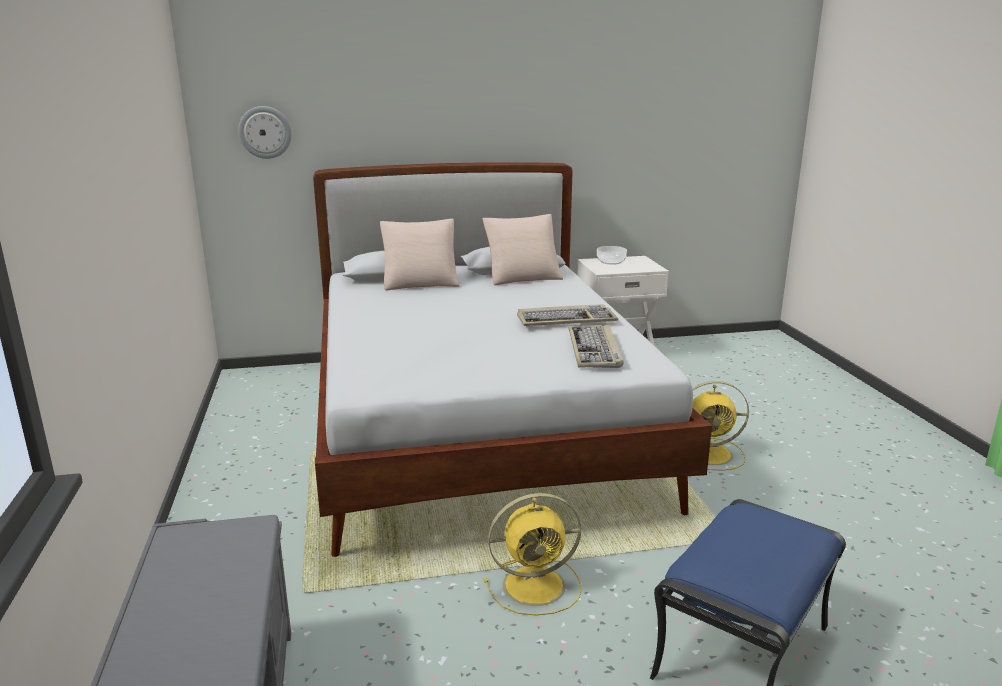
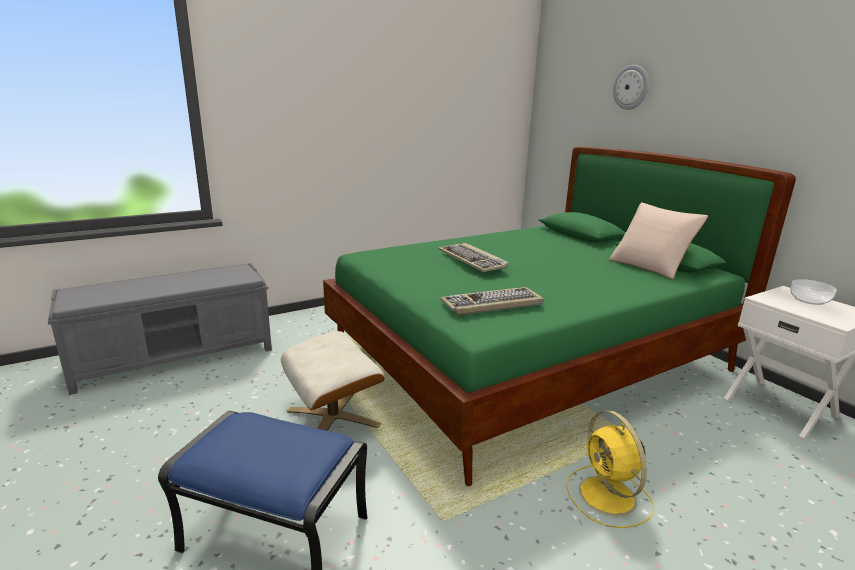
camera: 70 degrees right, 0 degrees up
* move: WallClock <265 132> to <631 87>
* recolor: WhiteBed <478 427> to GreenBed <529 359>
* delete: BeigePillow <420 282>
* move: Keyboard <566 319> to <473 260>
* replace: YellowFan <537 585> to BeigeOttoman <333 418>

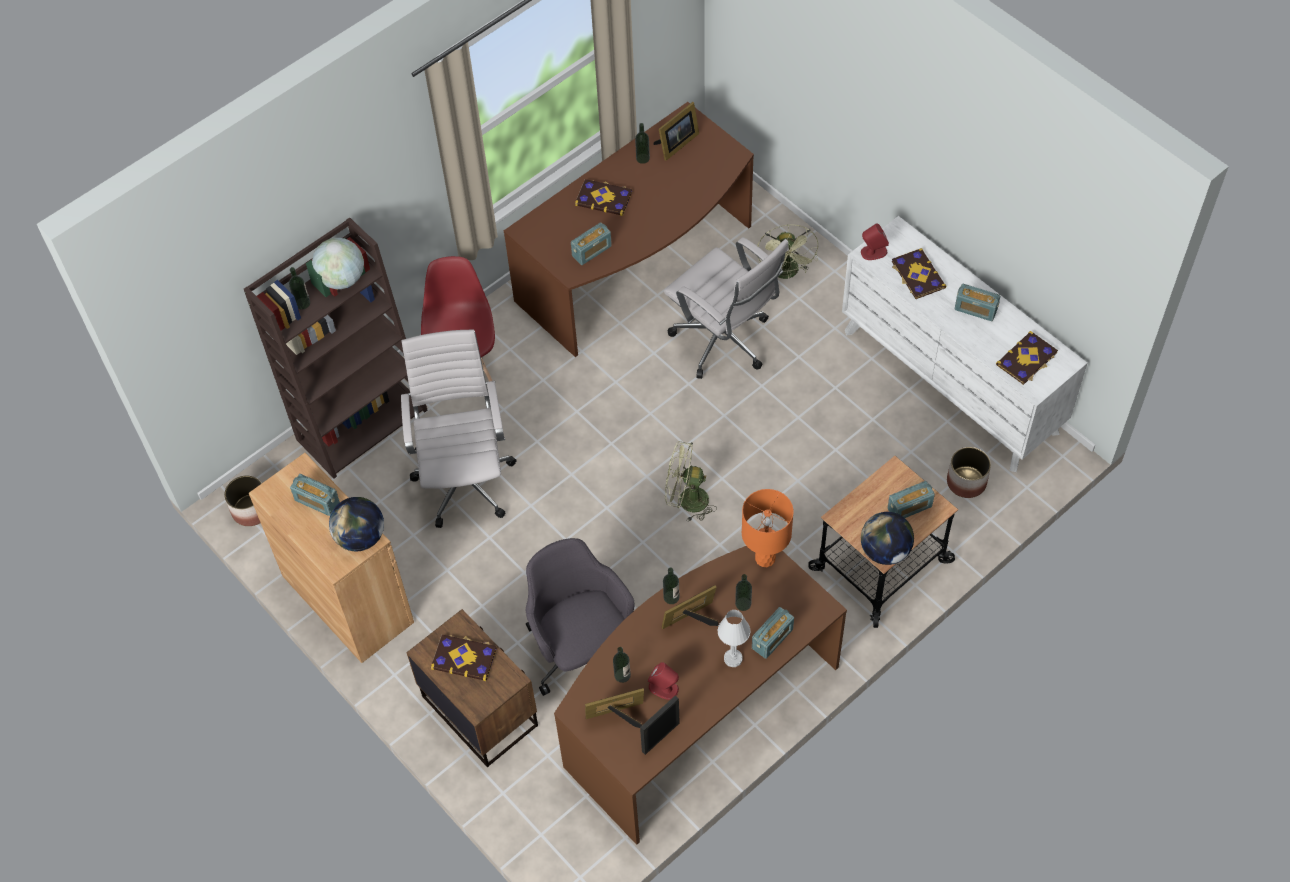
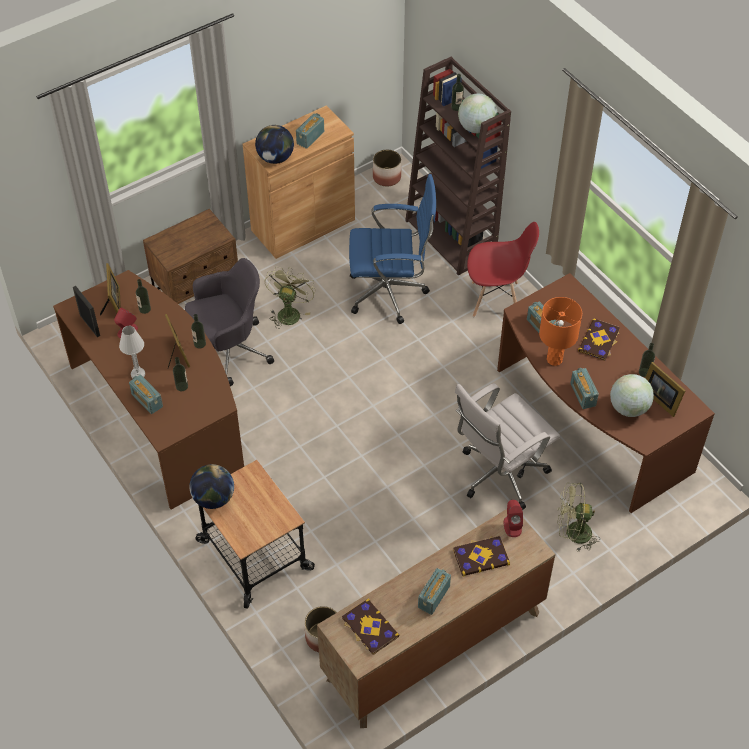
camera: 95 degrees right, 5 degrees down
* recolor: WhiteDresser <951 381> to BrownDresser <433 646>
* recolor: WhiteOfficeChair <464 479> to BlueOfficeChair <391 293>
* move: GreenFan <686 500> to <289 312>
* move: Radio <909 507> to <582 394>
* move: OrangeTableLamp <765 558> to <554 359>
* delete: Book <464 658>
* insert: Globe <628 408>

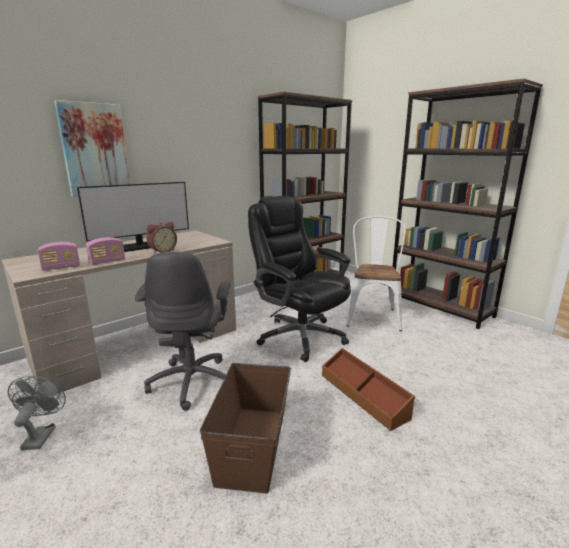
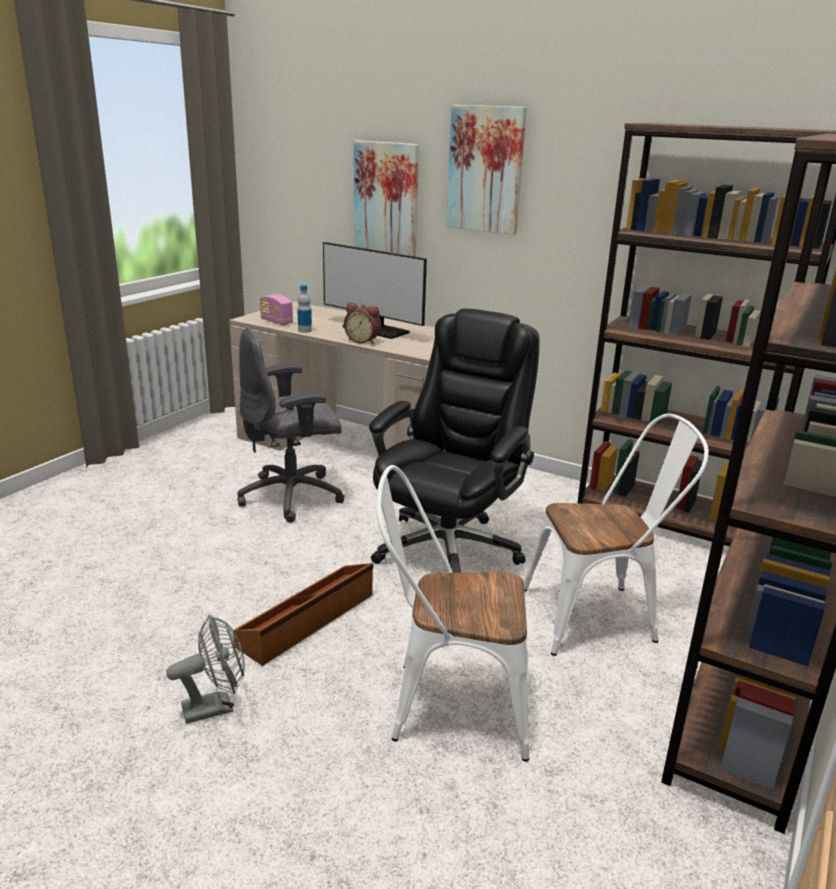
camera: 70 degrees right, 5 degrees up
* replace: Radio <107 262> to Bottle <305 330>
* delete: BrownStorageBox <251 445>
* move: GreyFan <41 434> to <216 707>
* insert: Picture <486 169>
* insert: WhiteChair <447 704>

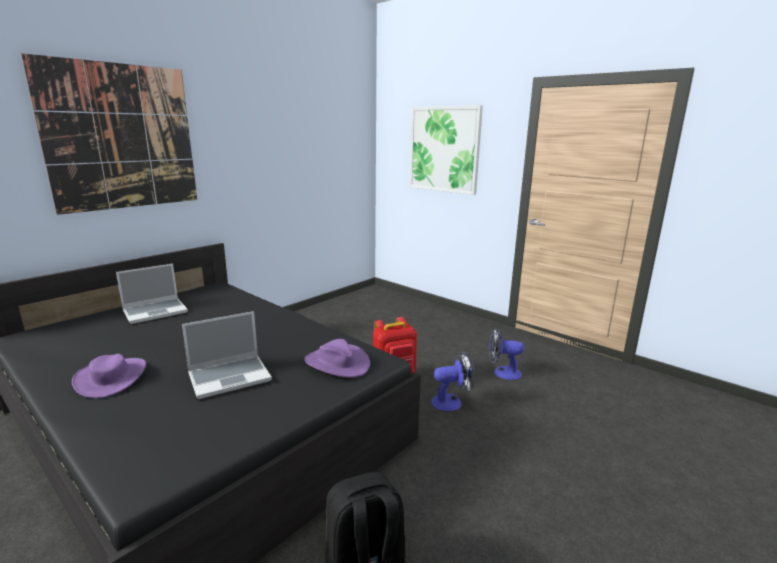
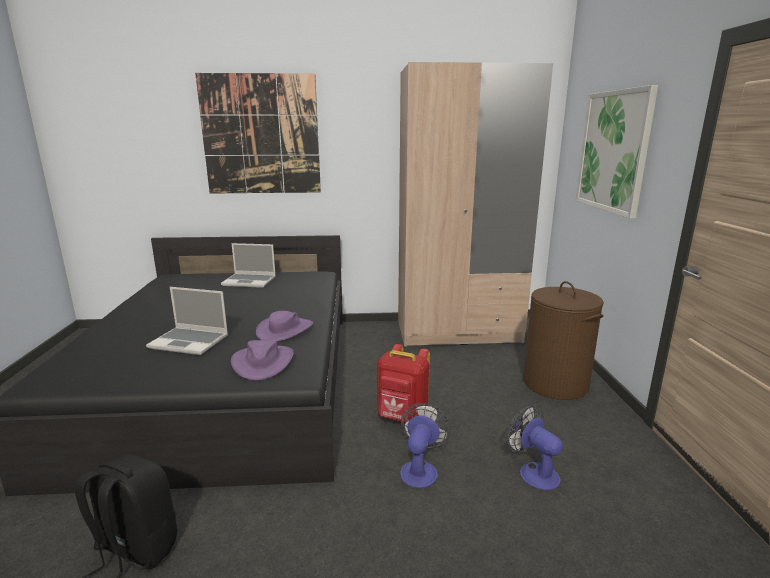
camera: 45 degrees right, 0 degrees up
* rotate: Fan <452 402> = <420 469> 105 degrees counterclockwise
* move: PurpleHat <112 378> to <285 330>
* insert: BeigeWardrobe <458 332>
* insert: BrownLaundryBasket <555 383>

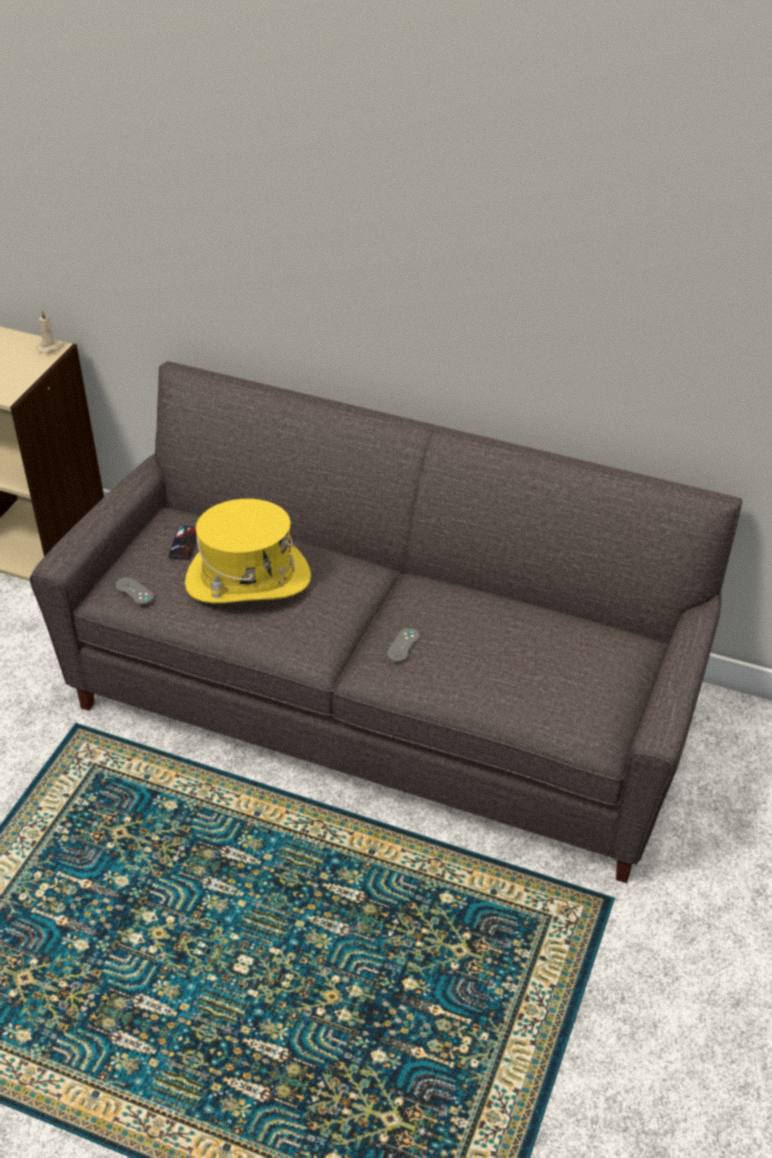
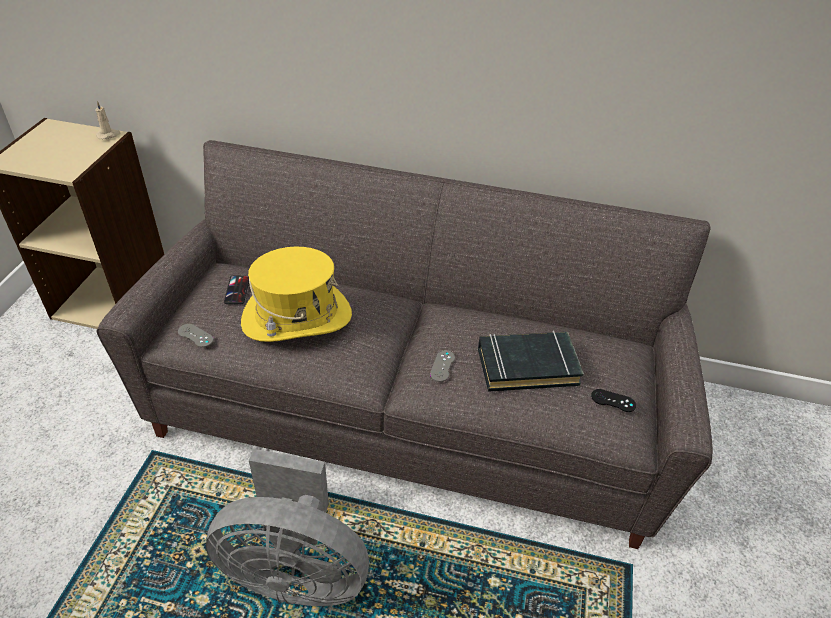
camera: 10 degrees left, 0 degrees up
* insert: BlackBook <527 365>
* insert: BlackGameController <613 400>
* insert: GreyFan <295 571>

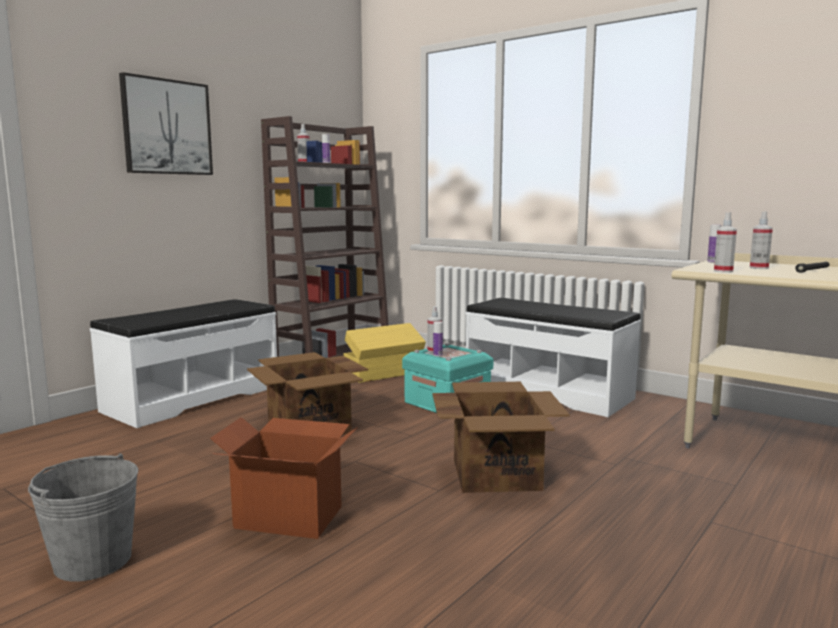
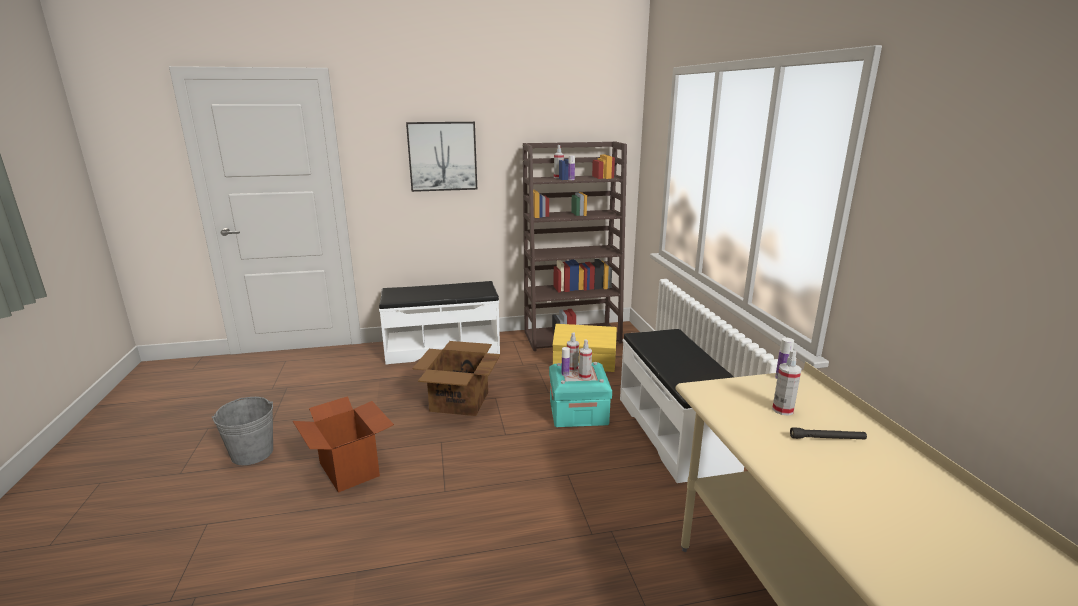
camera: 40 degrees right, 10 degrees up
* move: SprayBottle <723 271> to <584 376>
* delete: CardboardBox <496 474>

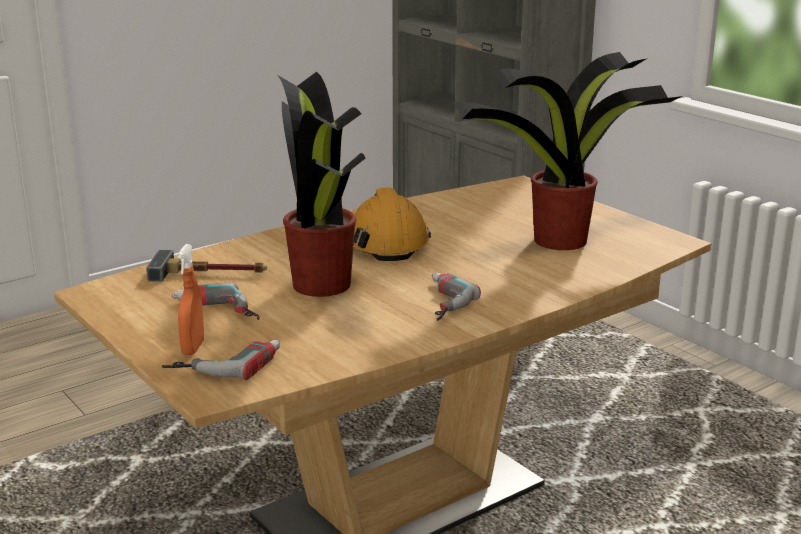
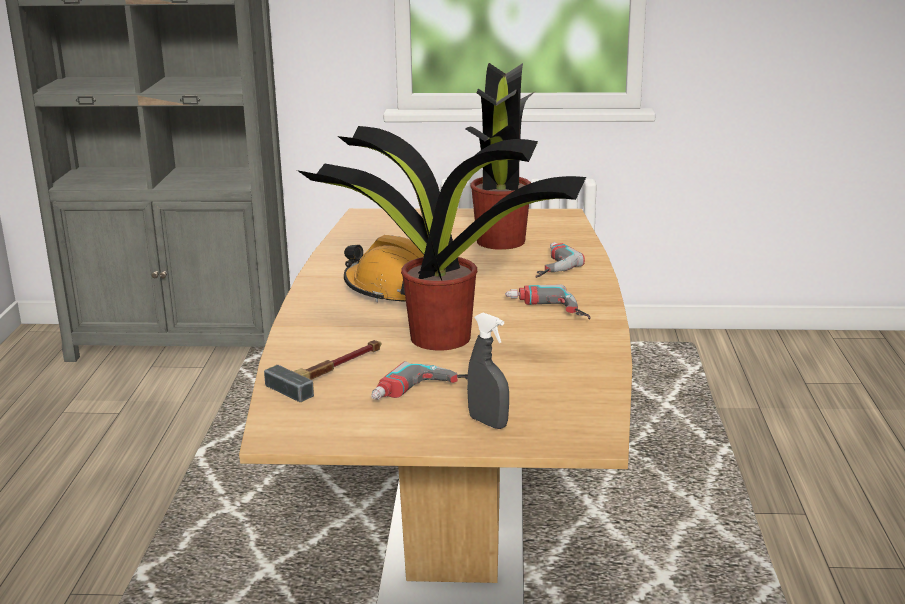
camera: 50 degrees left, 0 degrees up
* recolor: OrangeSprayBottle <193 348> to GreySprayBottle <488 422>
* move: PowerDrill <225 362> to <546 266>

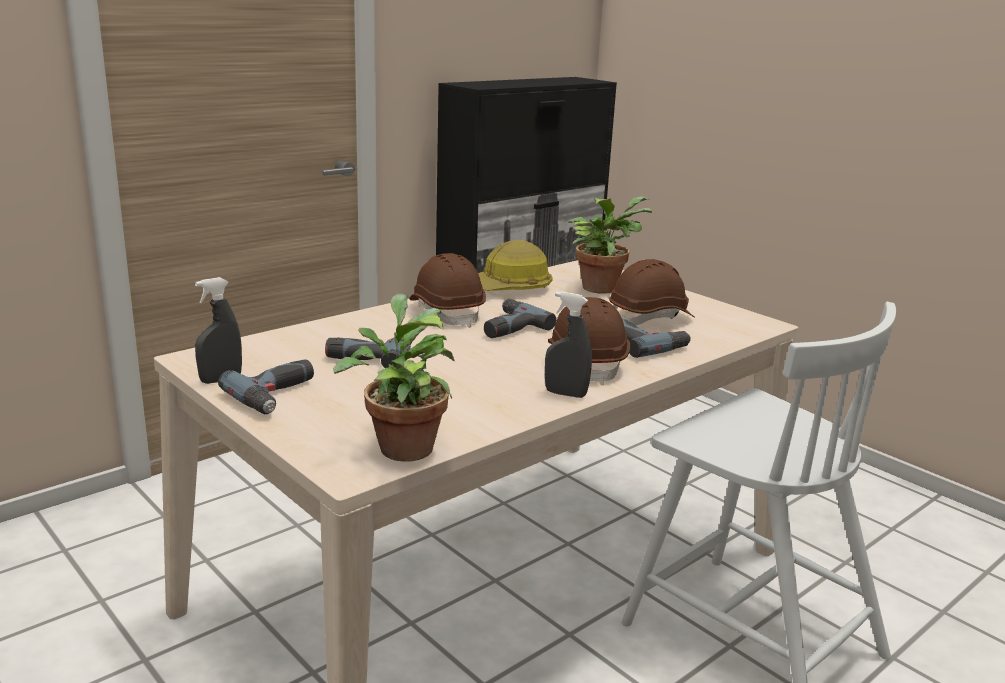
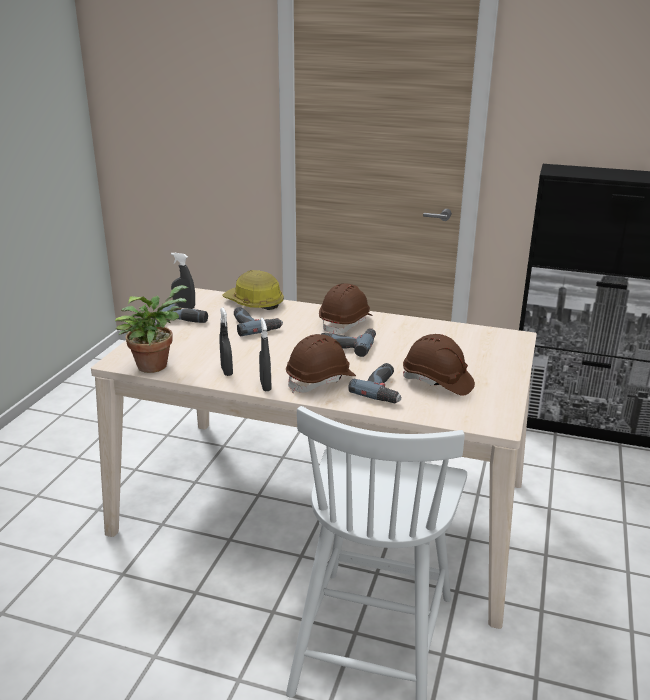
camera: 60 degrees right, 5 degrees up
* delete: PottedPlant <601 287>
* move: HardHat <510 288> to <254 303>
* insert: GreySprayBottle <226 371>

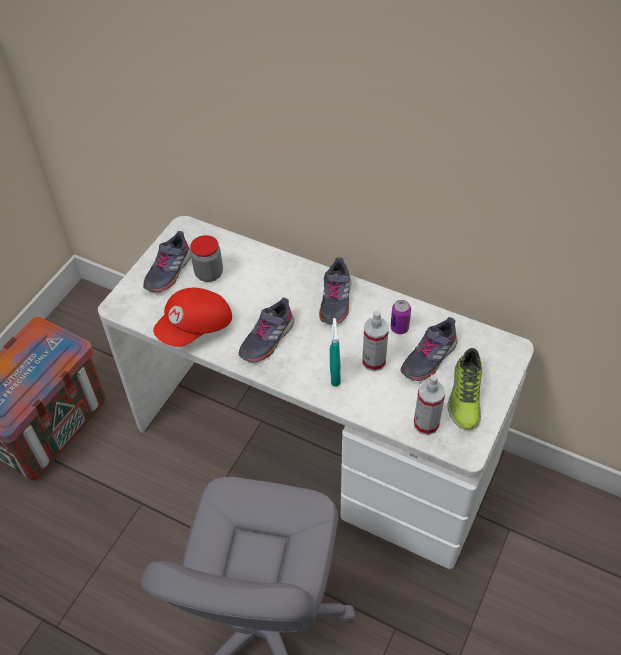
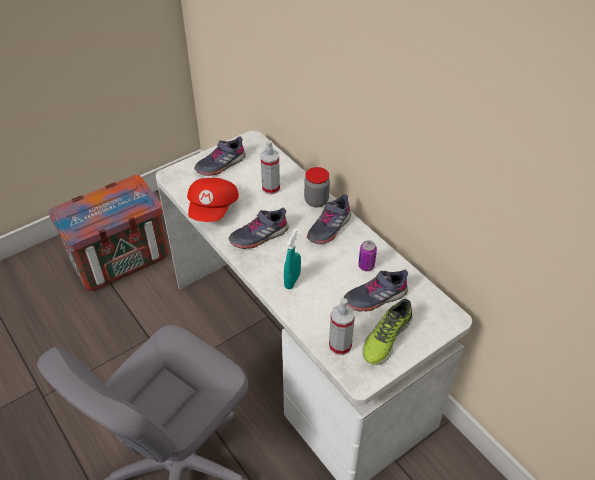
camera: 25 degrees right, 5 degrees down
* move: Jar <209 273> to <316 201>
* rotate: RedCap <196 328> = <213 209> 60 degrees counterclockwise
* move: SprayBottle <373 361> to <271 188>

